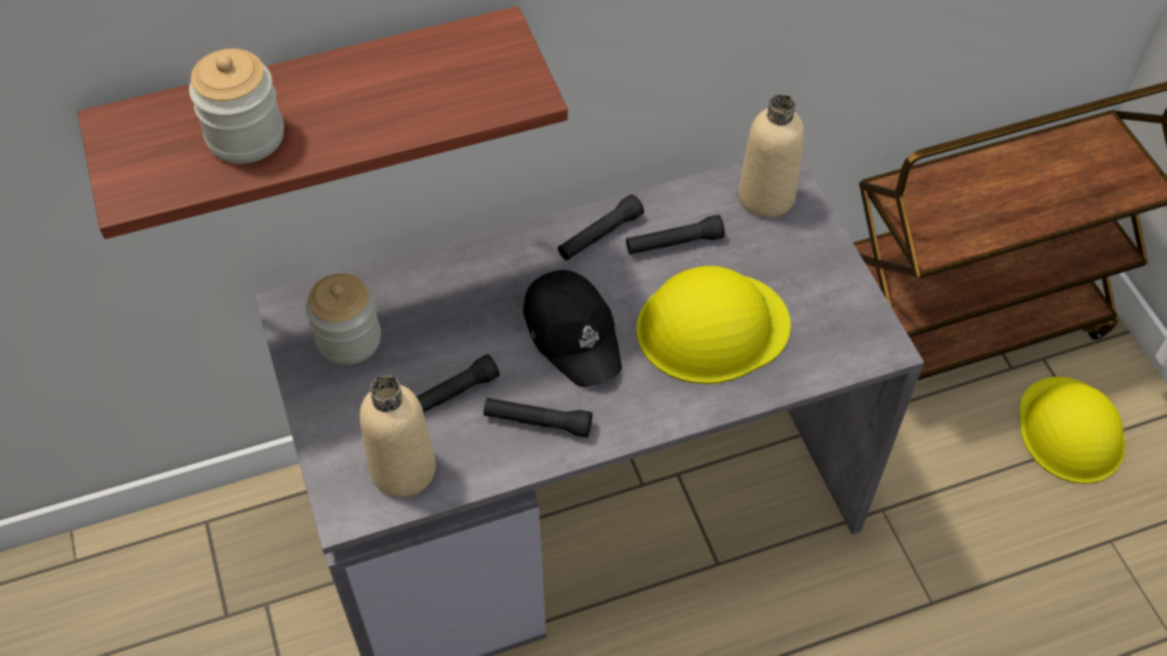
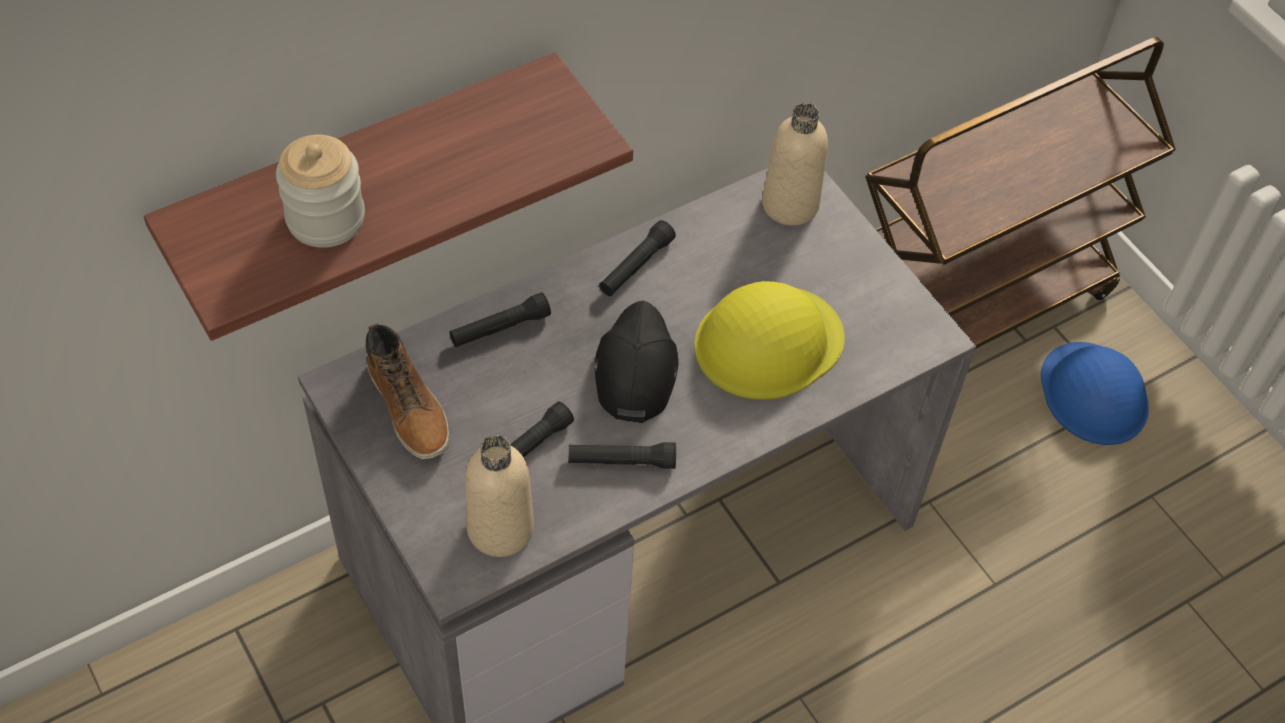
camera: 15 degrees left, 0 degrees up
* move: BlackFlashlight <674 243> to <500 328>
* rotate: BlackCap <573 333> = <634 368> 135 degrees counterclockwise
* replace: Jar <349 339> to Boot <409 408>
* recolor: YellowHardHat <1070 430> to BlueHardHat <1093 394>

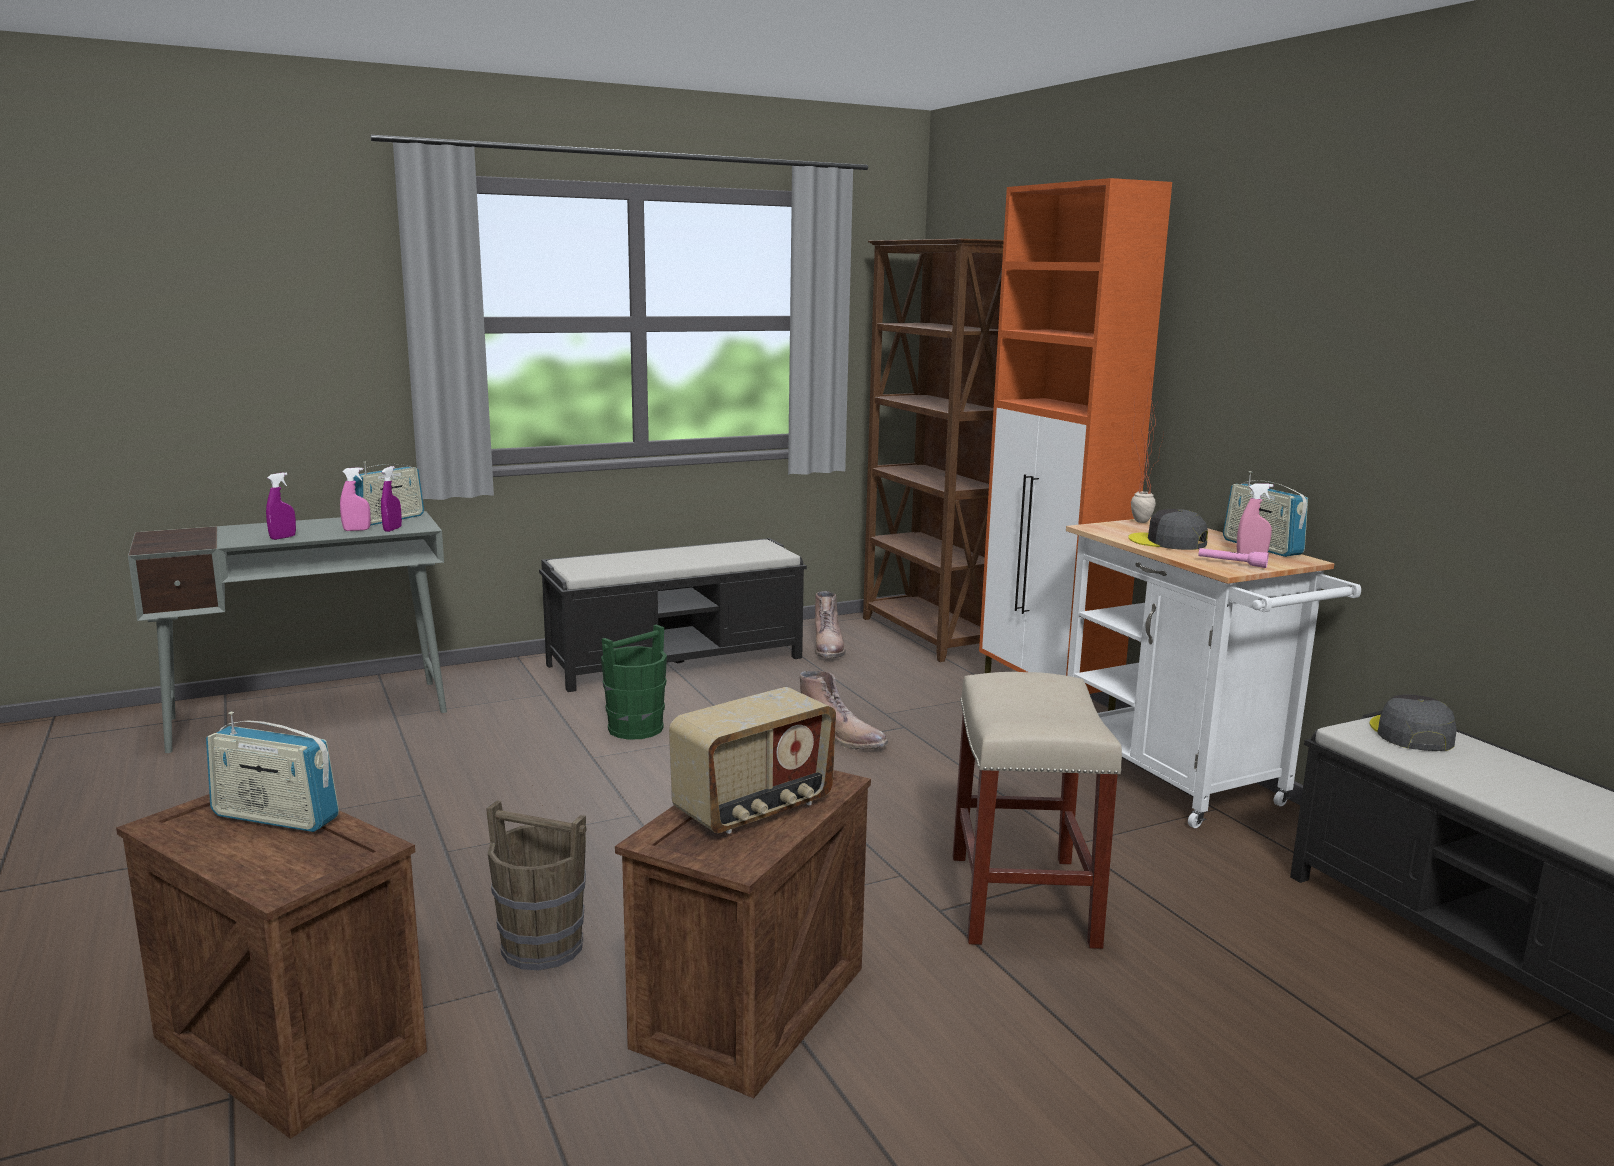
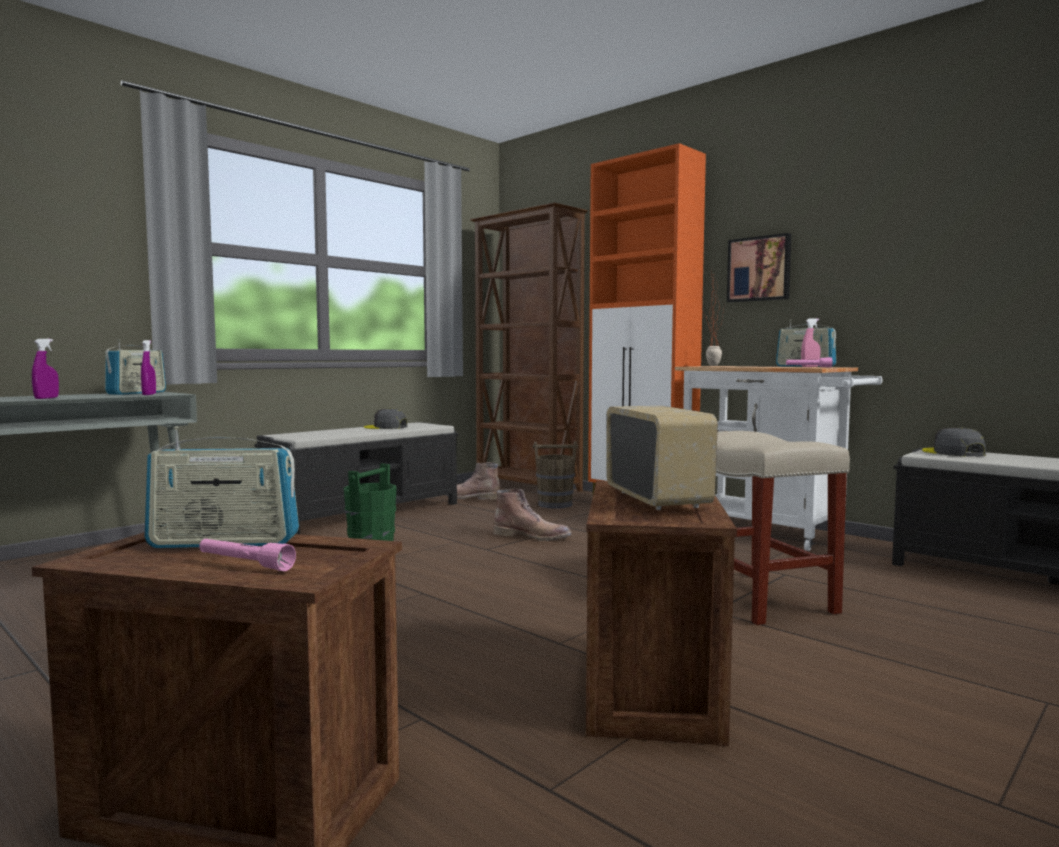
camera: 20 degrees left, 10 degrees down
* delete: PinkSprayBottle <357 530>
* move: GreyCap <1168 542> to <385 427>
* rotate: BrownBoot <829 648> = <470 498> 135 degrees clockwise
* rotate: Radio <755 809> = <658 499> 45 degrees counterclockwise
* move: BrownBucket <541 946> to <554 504>
* insert: Picture <759 269>
* insert: PinkFlashlight <244 564>

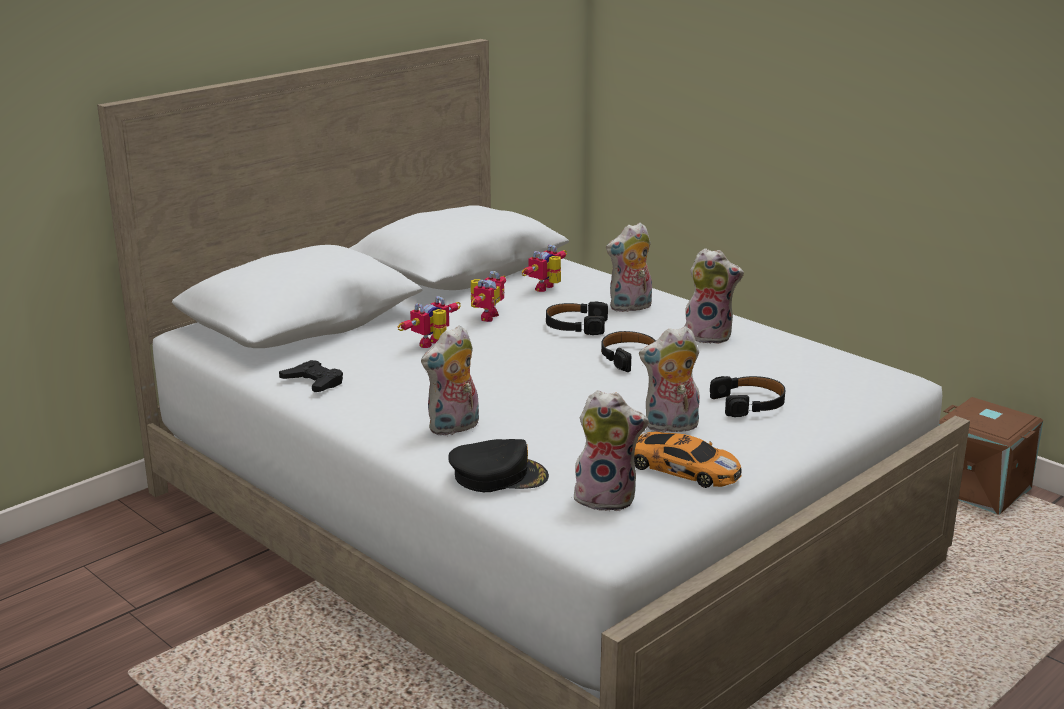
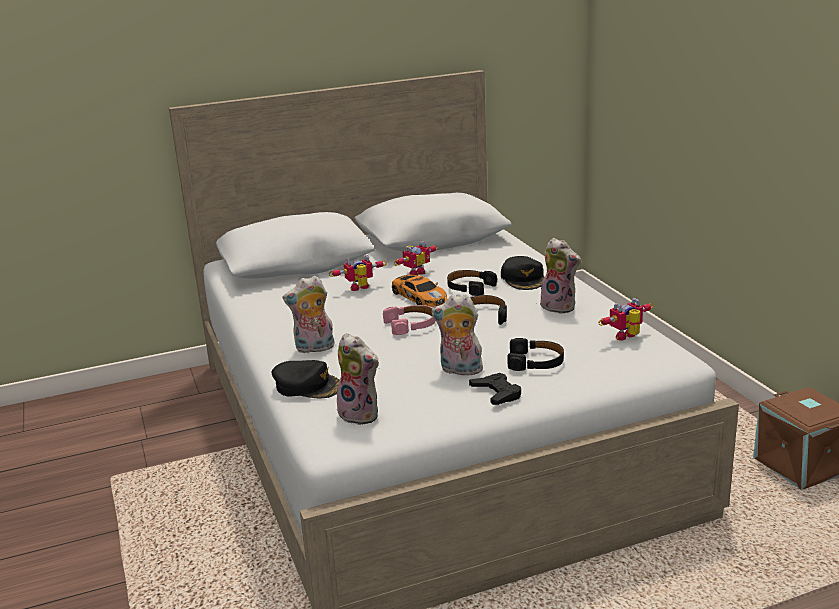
camera: 25 degrees right, 0 degrees up
* replace: PlushToy <630 307> to BlackCap <523 278>
* move: ToyRobot <548 289> to <628 338>
* move: BlackGameController <313 382> to <496 393>
* move: ToyCar <682 468> to <419 296>
* insert: PinkHeadphones <411 325>

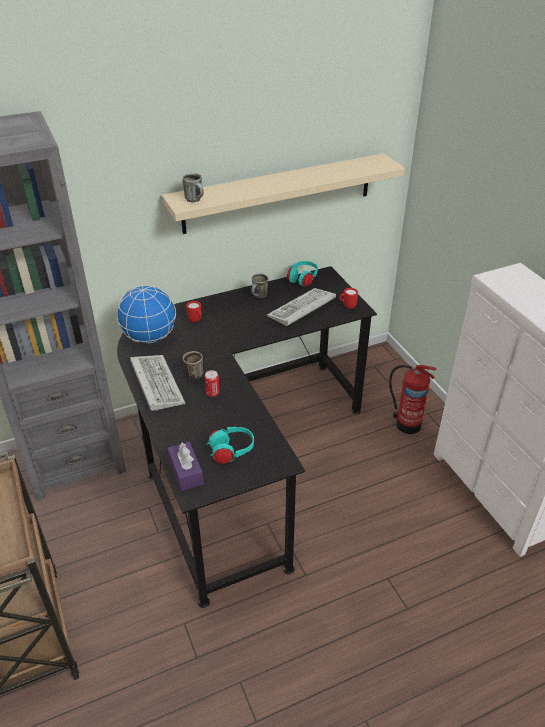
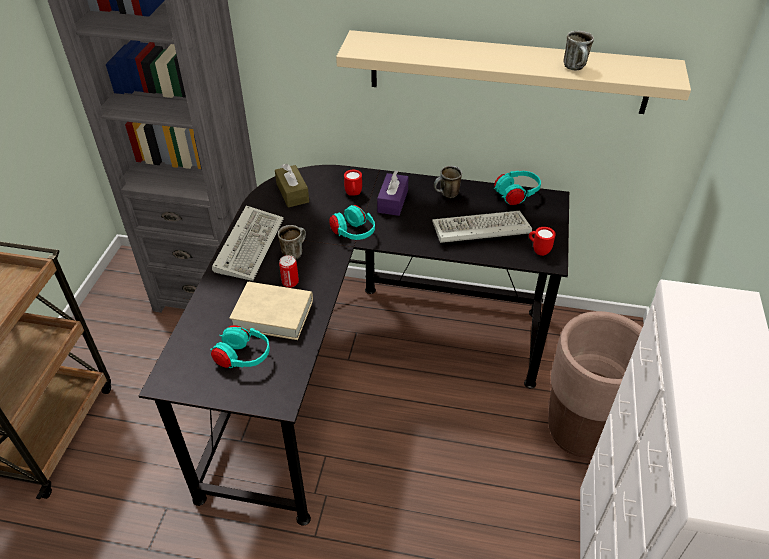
camera: 35 degrees right, 5 degrees up
* move: Mug <196 200> to <576 68>
* replace: Globe <150 337> to BrownTissueBox <292 193>
* replace: FireExtinguisher <406 424> to BrownPlanter <579 432>
* move: PurpleTissueBox <186 472> to <392 201>
* insert: TurquoiseHeadphones <353 234>
* insert: BeigeBook <273 314>

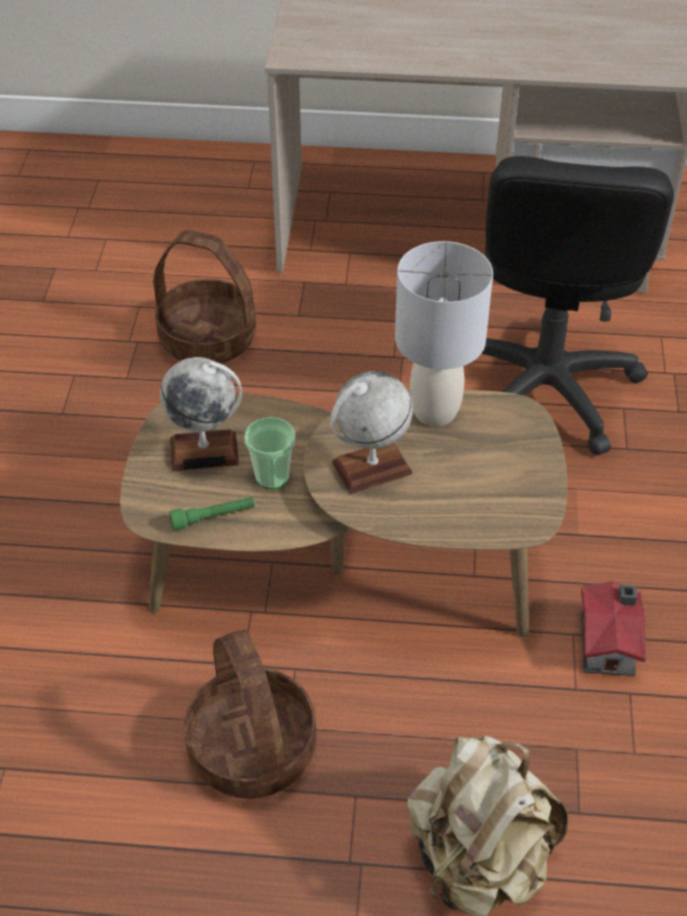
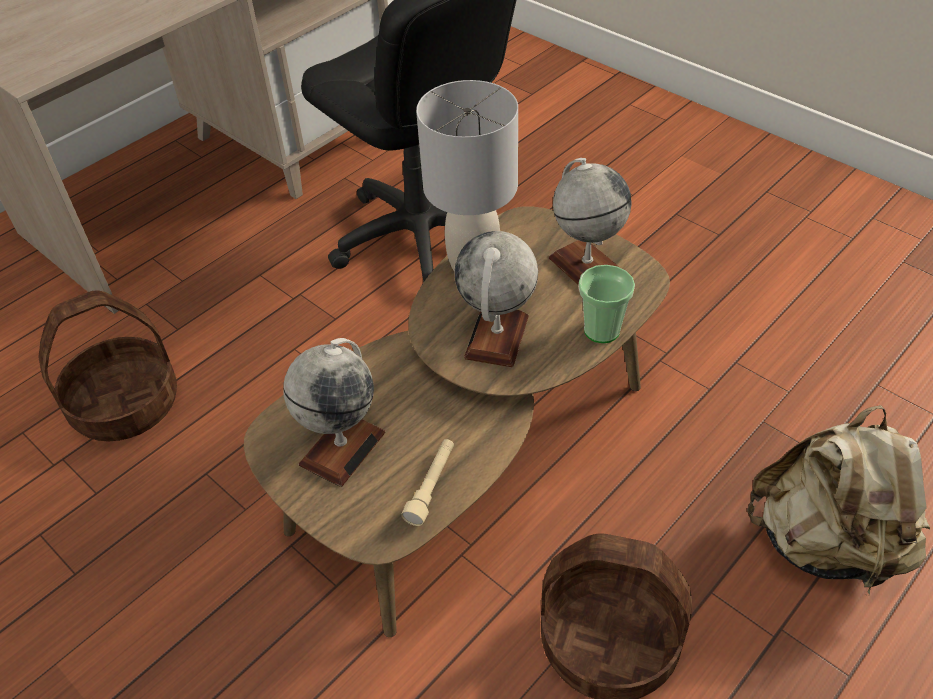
camera: 50 degrees left, 0 degrees up
* move: Cup <272 477> to <601 330>
* recolor: GreenFlashlight <213 518> to BeigeFlashlight <431 486>
* delete: ToyHouse <609 643>
* insert: Globe <586 267>

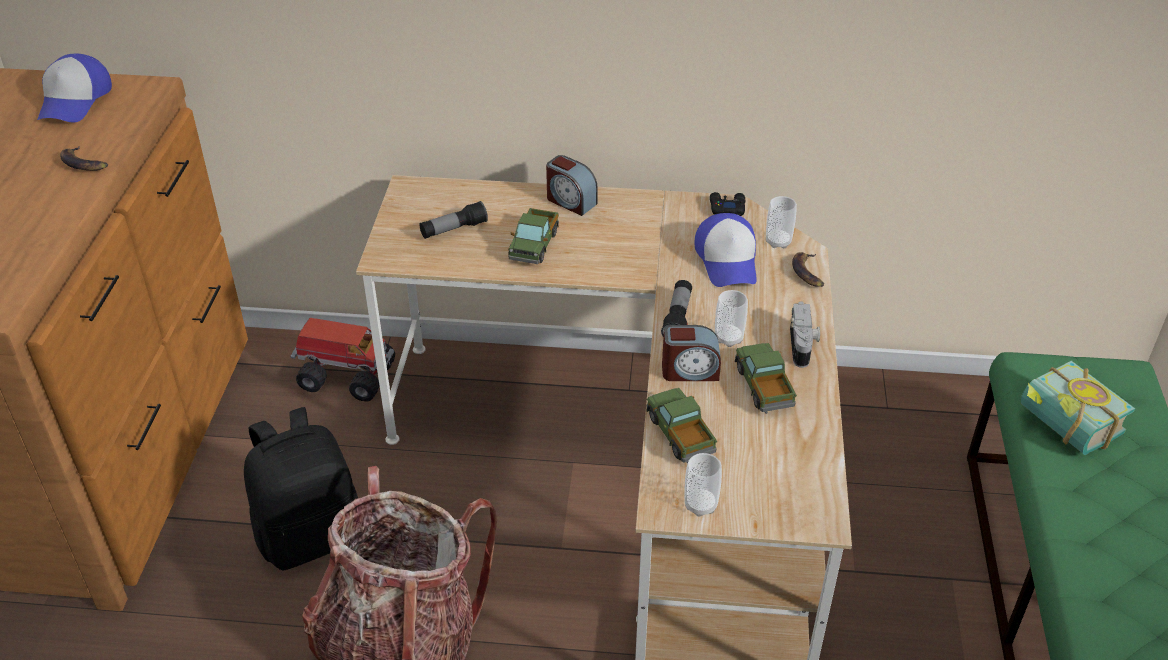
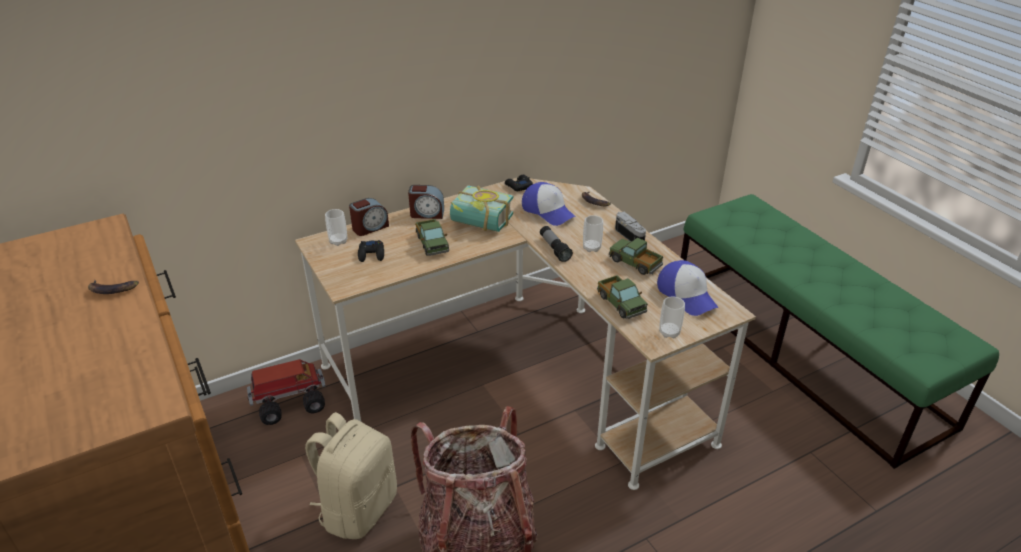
camera: 35 degrees left, 5 degrees down
* move: Cap <75 101> to <687 295>
* move: Cup <778 242> to <338 241>
* replace: Flashlight <454 229> to BlackGameController <372 254>
* move: AlarmClock <690 371> to <370 227>
* move: Book <1062 428> to <479 224>
* rotate: ToyTruck <680 434> = <621 304> 150 degrees counterclockwise
* recolor: BlackBackpack <311 536> to BeigeBackpack <358 508>

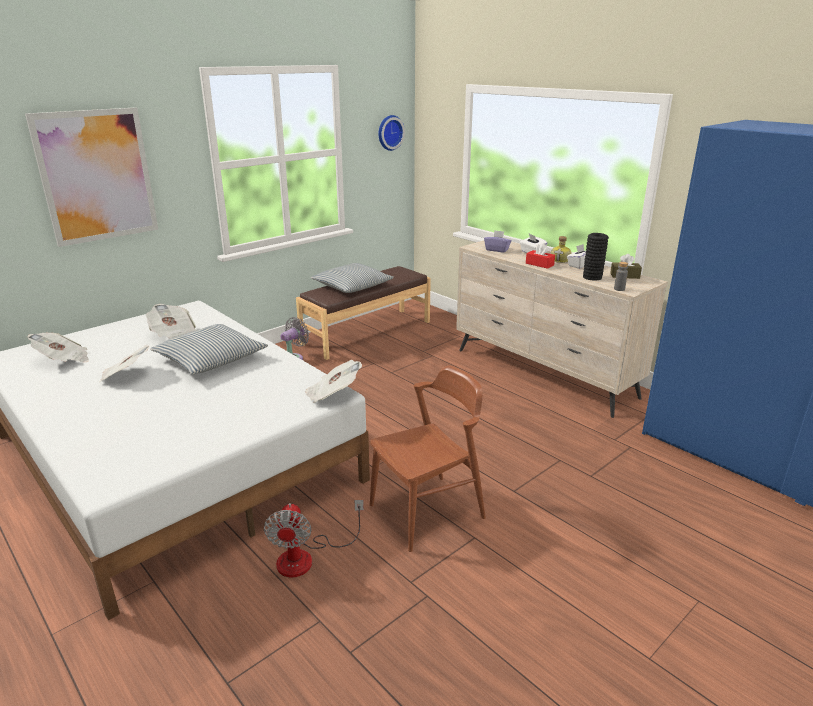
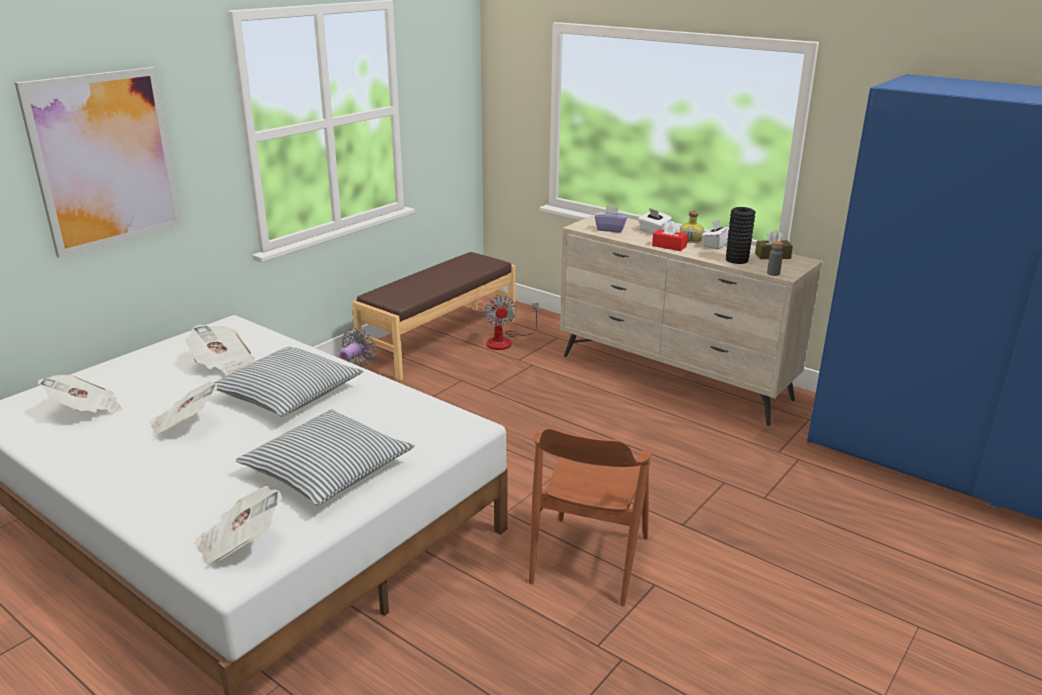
camera: 10 degrees left, 0 degrees up
* delete: WallClock <389 132>
* move: Pillow <352 286> to <327 470>
* move: Newspaper <333 394> to <240 543>
* rotate: BrownChair <427 511> = <589 560> 150 degrees clockwise
* move: Fan <306 557> to <505 341>

